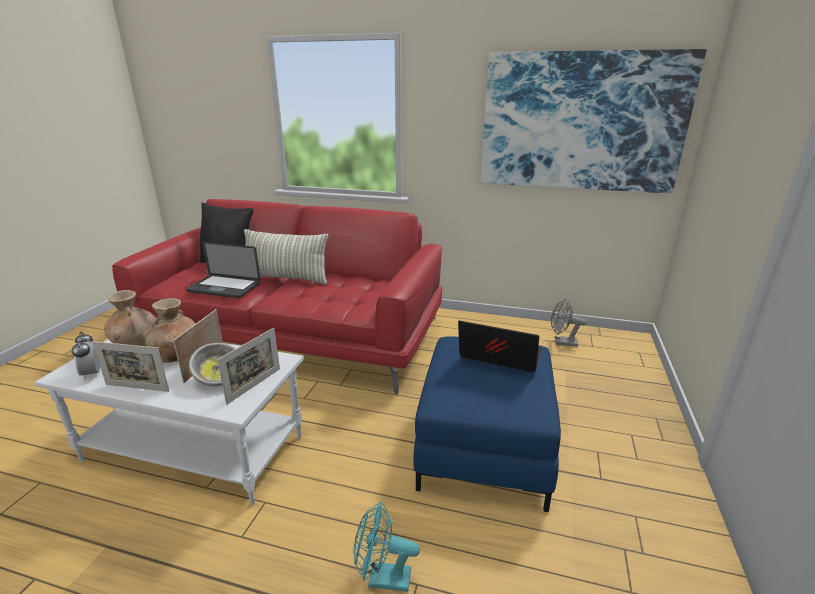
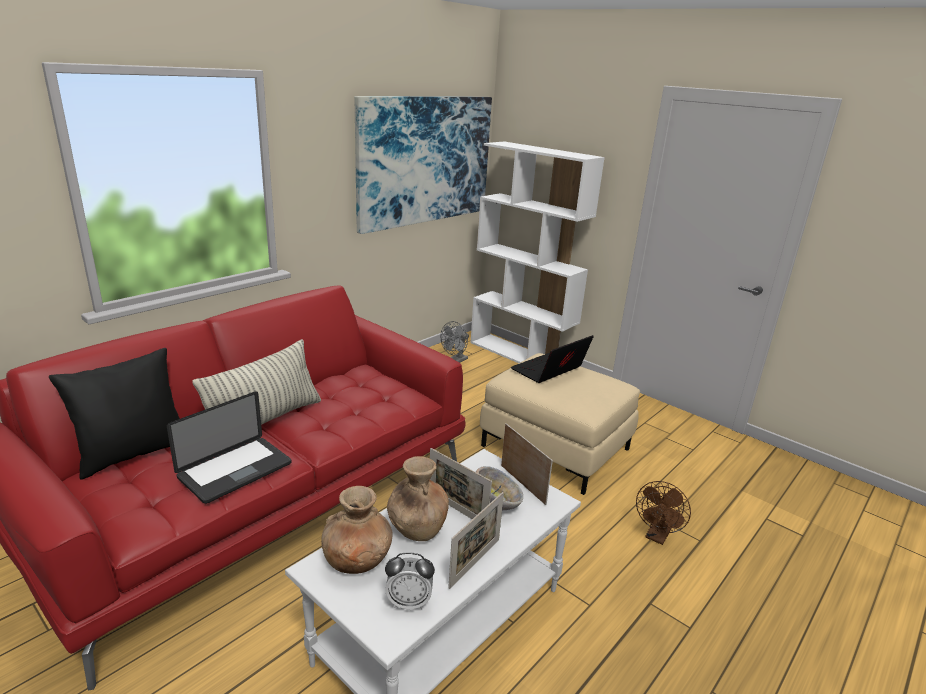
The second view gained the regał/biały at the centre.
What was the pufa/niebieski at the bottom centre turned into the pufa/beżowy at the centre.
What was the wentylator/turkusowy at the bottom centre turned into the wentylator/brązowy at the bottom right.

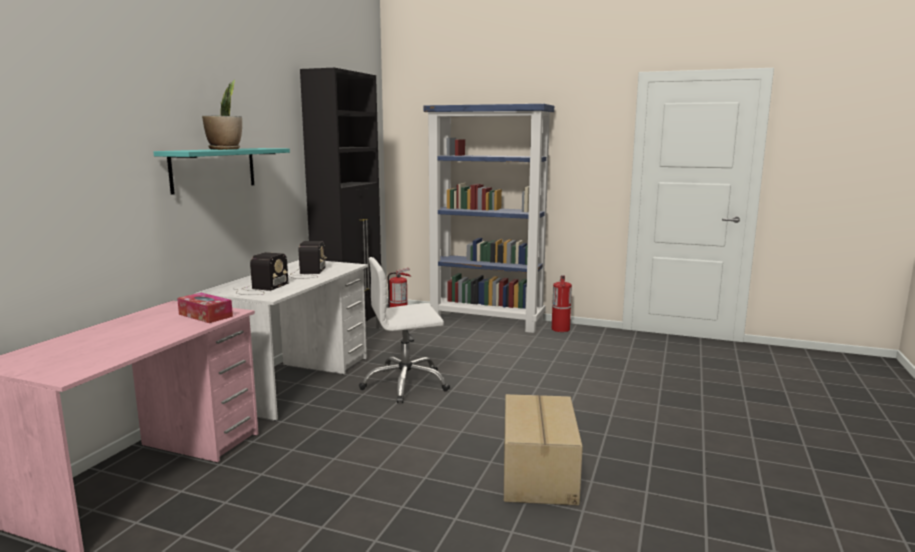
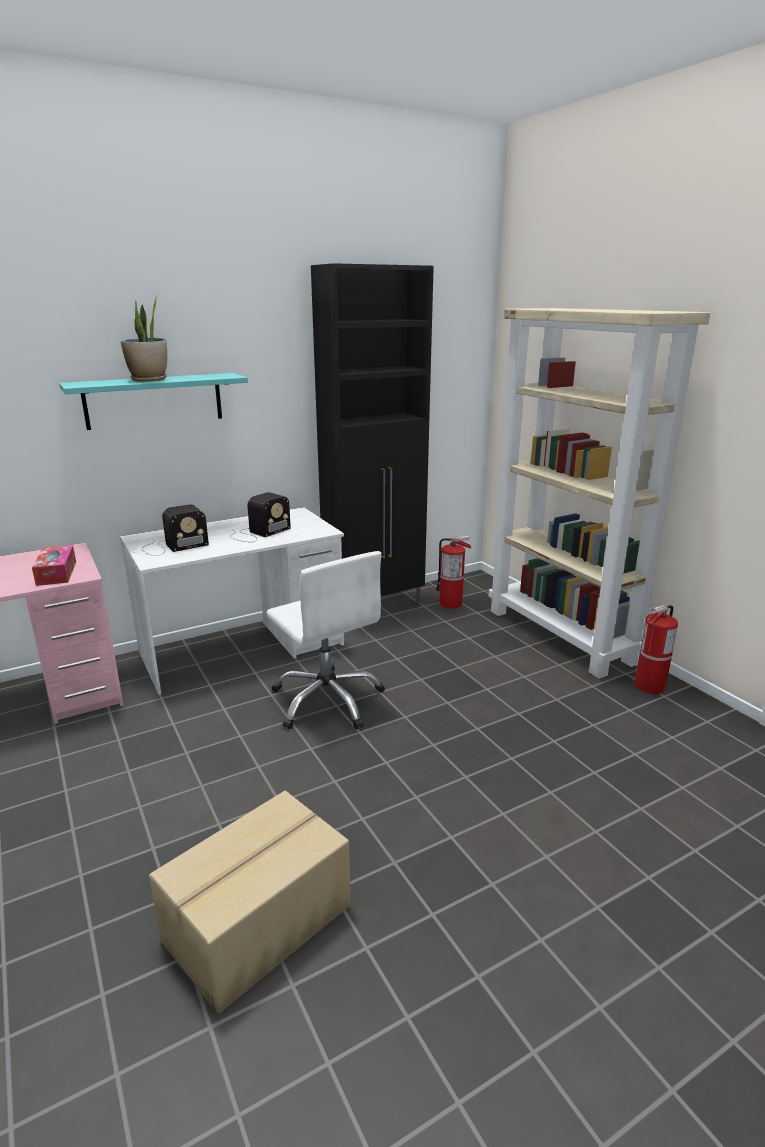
The krzesło biurowe/biały at the centre ended up facing another way, 150 degrees counterclockwise from before.
What was the regał/niebieski at the centre turned into the regał/beżowy at the middle right.

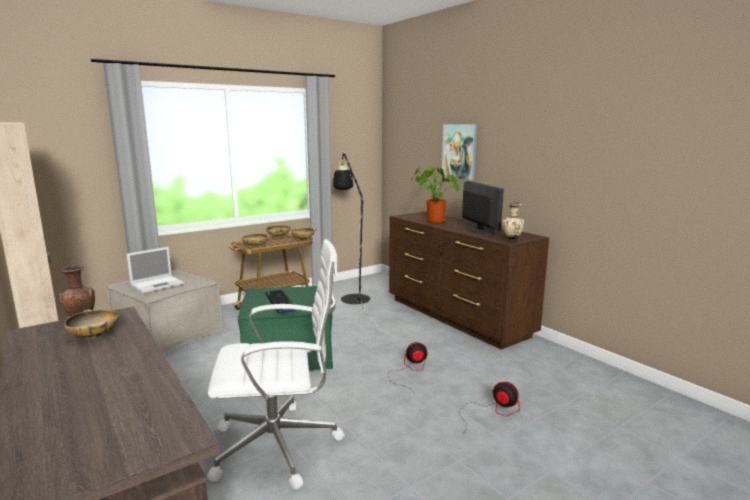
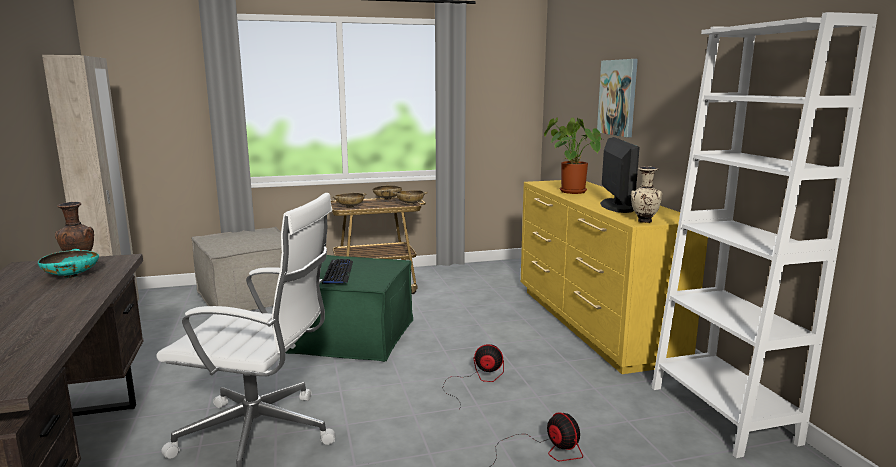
What was the miska/beżowy (no. 1 from left) at the middle left turned into the miska/turkusowy at the middle left.
What was the komoda/brązowy at the centre turned into the komoda/żółty at the middle right.
The second view gained the regał/biały at the middle right.
The second view lost the laptop at the middle left.
The second view lost the lampa stojąca/czarny at the centre.

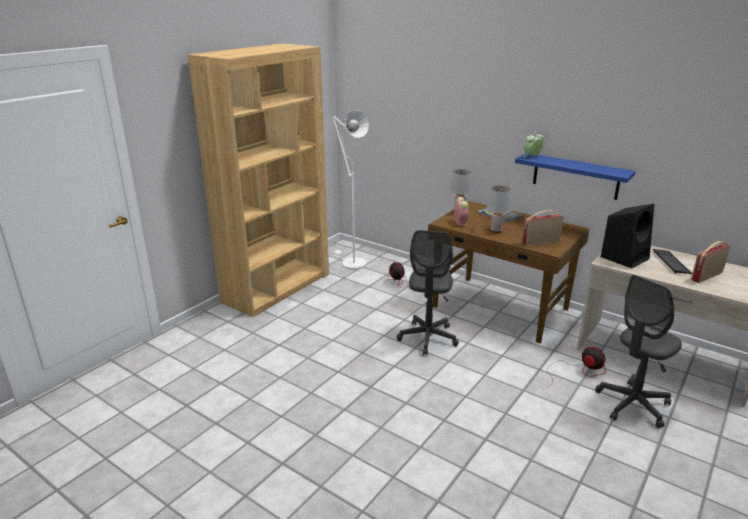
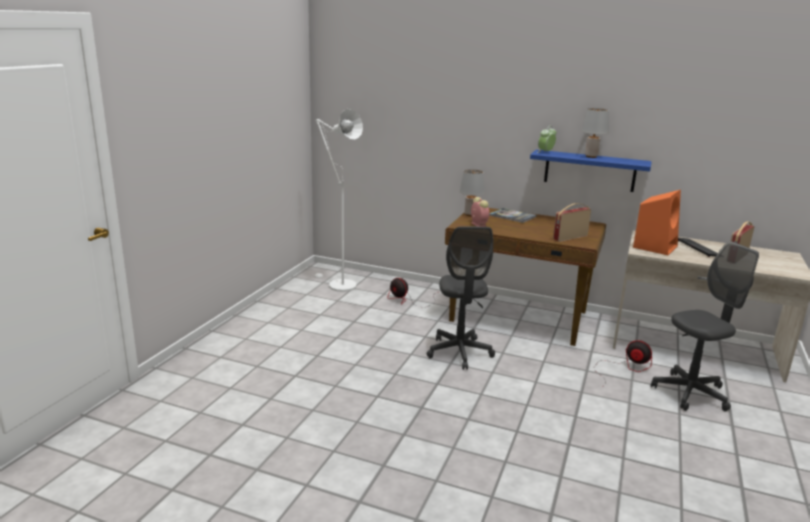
The lampa stołowa/szary (no. 2 from left) ended up elsewhere, having gone from the middle right to the top right.
What was the głośnik/czarny at the middle right turned into the głośnik/pomarańczowy at the middle right.
The krzesło biurowe/szary (no. 2 from left) at the bottom right ended up facing another way, 150 degrees counterclockwise from before.
The second view lost the regał/brązowy at the centre.

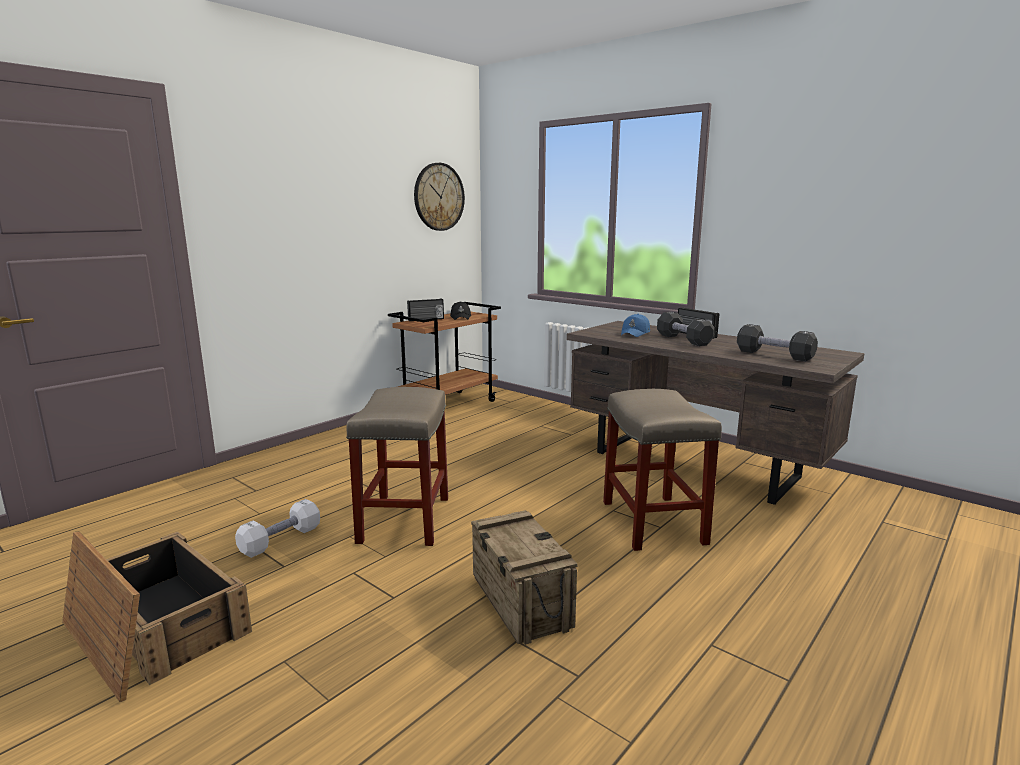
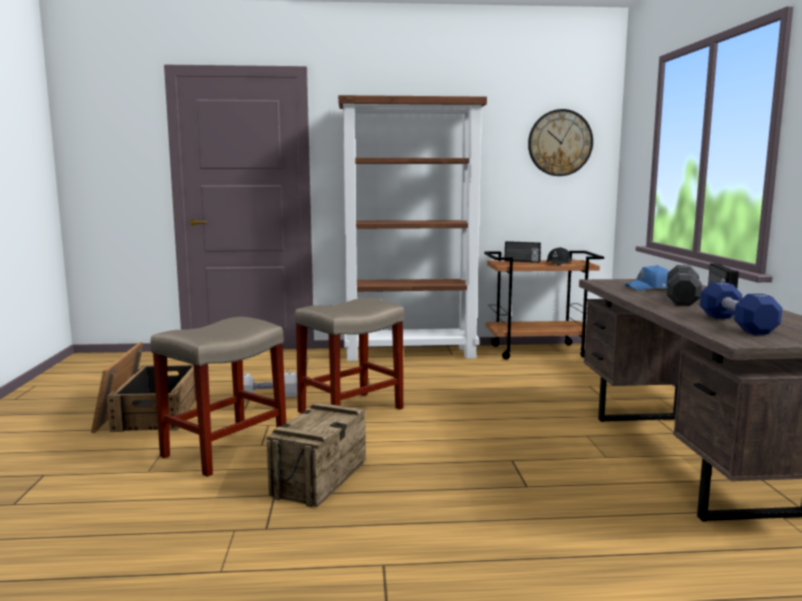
The stołek/beżowy (no. 2 from left in the first image) ended up elsewhere, having gone from the centre to the middle left.
The second view gained the regał/brązowy at the centre.
What was the hantel/czarny (no. 2 from left) at the middle right turned into the hantel/niebieski at the middle right.

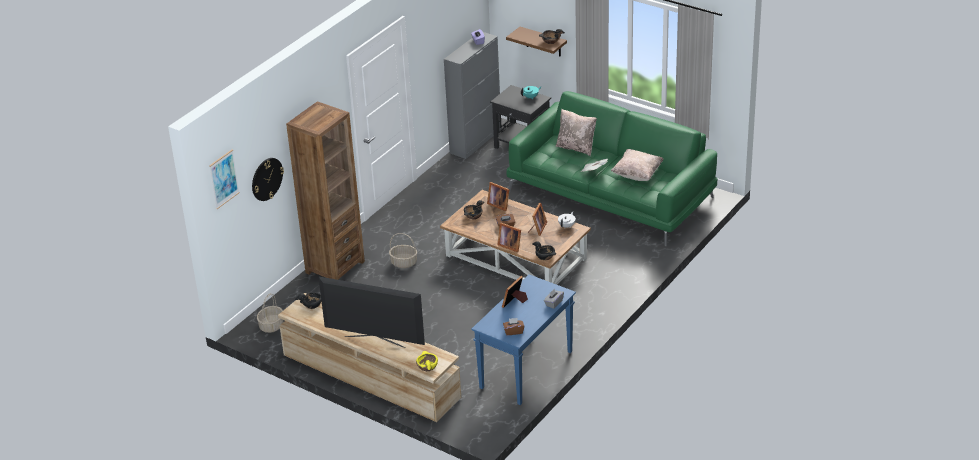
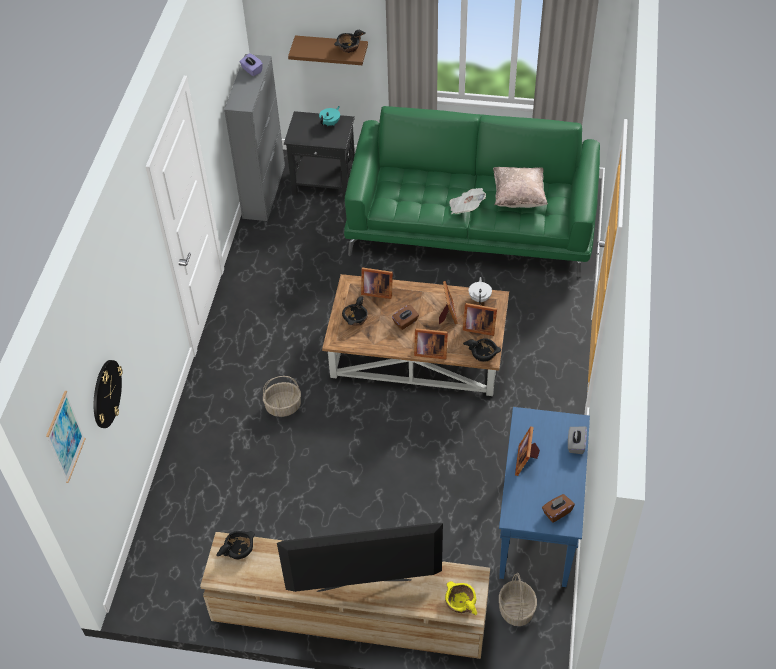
The second view gained the ramka na zdjęcie (no. 4 from left) at the centre.
The koszyk (no. 1 from left in the first image) ended up elsewhere, having gone from the bottom left to the bottom right.
The second view lost the regał/brązowy at the middle left.
The second view lost the poduszka/beżowy (no. 1 from left) at the top centre.

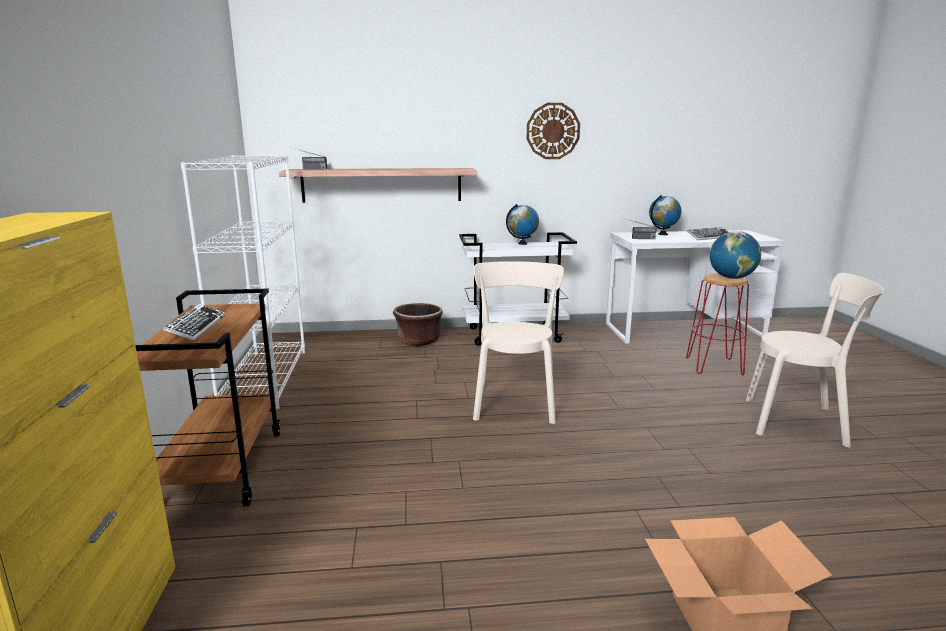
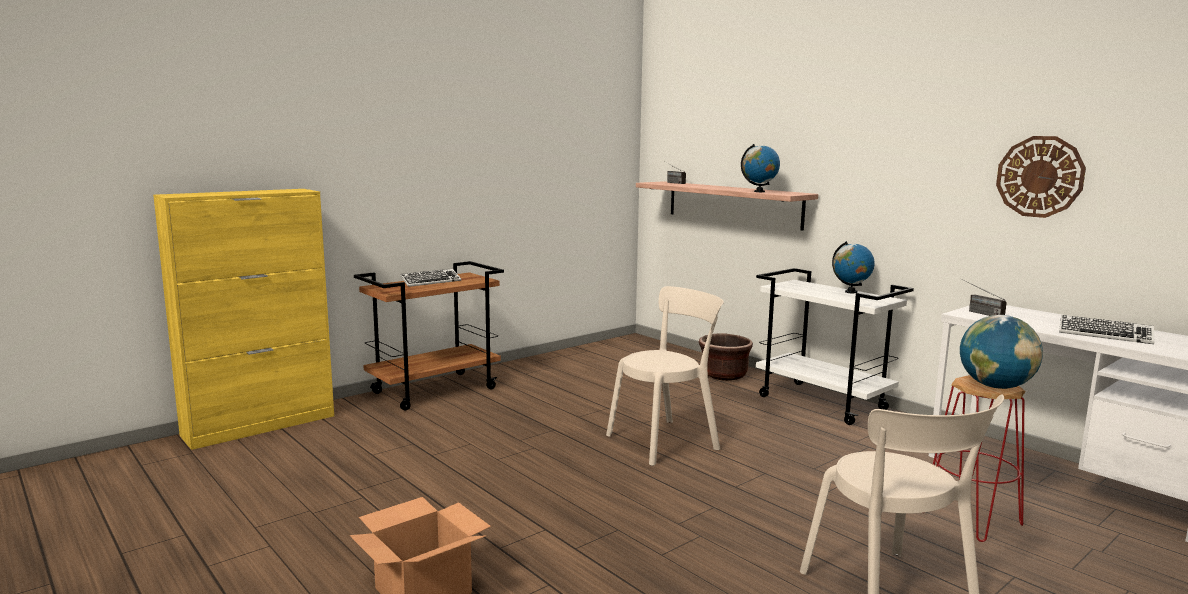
The globus (no. 2 from left in the first image) ended up elsewhere, having gone from the middle right to the top centre.
The zegar ścienny ended up elsewhere, having gone from the top centre to the top right.
The second view lost the regał/biały at the middle left.

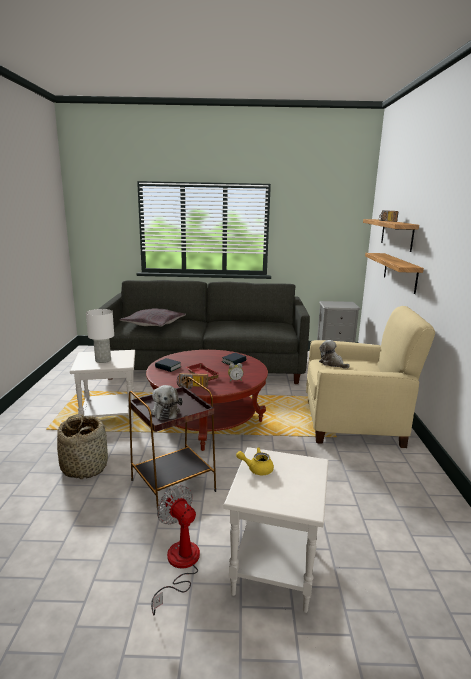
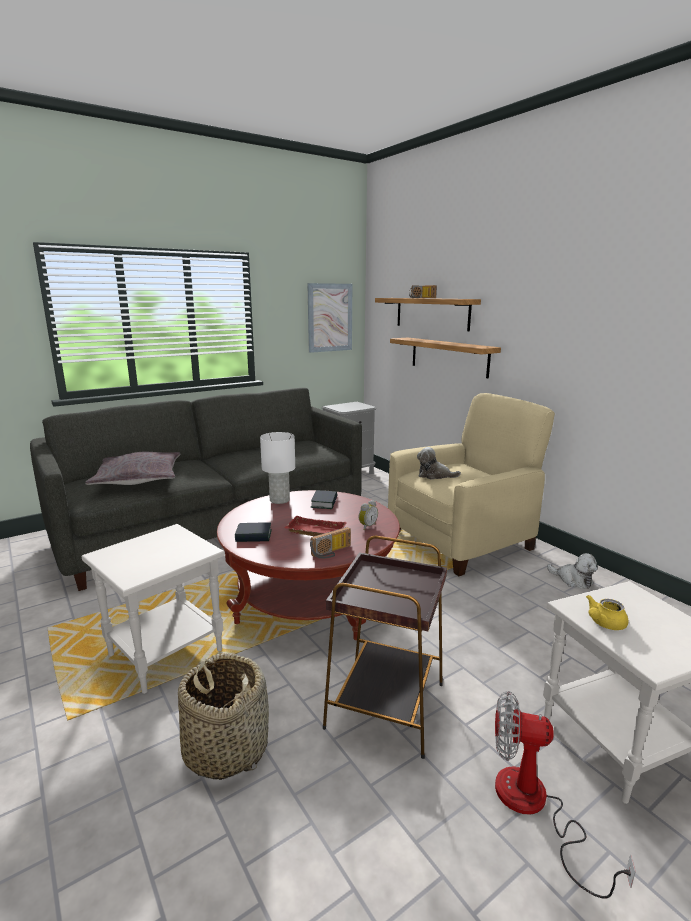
The lampa stołowa/biały ended up elsewhere, having gone from the middle left to the centre.
The second view gained the obraz at the centre.
The pluszak (no. 1 from left in the first image) ended up elsewhere, having gone from the centre to the middle right.

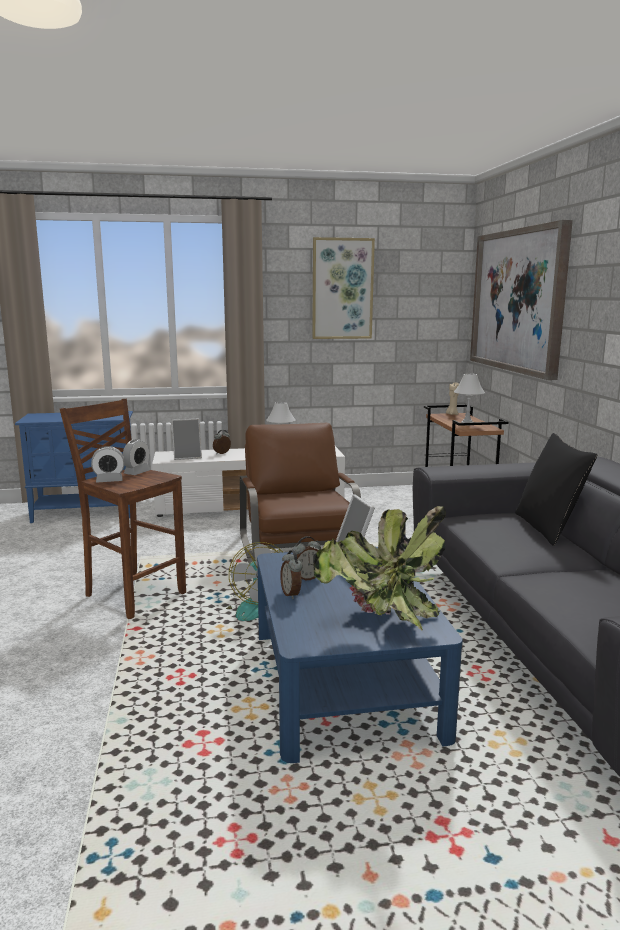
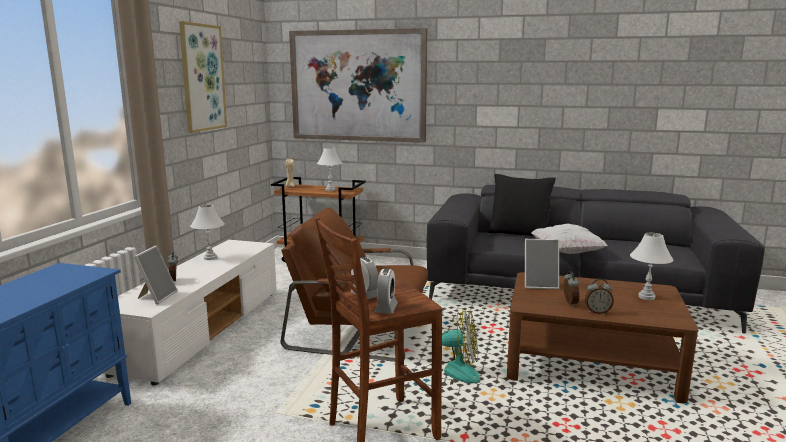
What was the ława/niebieski at the bottom centre turned into the ława/brązowy at the bottom right.
The second view gained the poduszka/biały at the middle right.
Where the roślina doniczkowa stood at the centre, the lampa stołowa/biały (no. 3 from left) came to stand at the middle right.

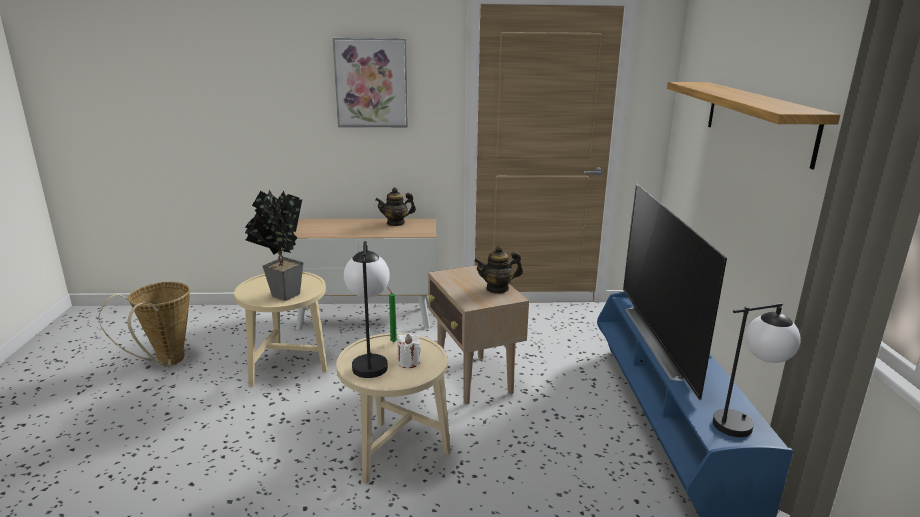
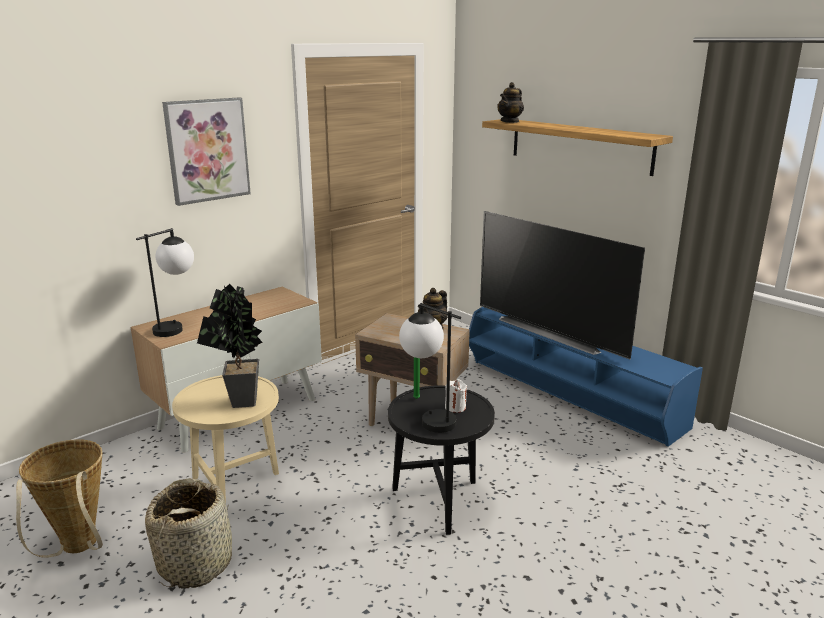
The lampa stołowa (no. 2 from left in the first image) ended up elsewhere, having gone from the bottom right to the middle left.
The second view gained the koszyk (no. 2 from left) at the bottom left.
What was the stolik/beżowy (no. 2 from left) at the bottom centre turned into the stolik/czarny at the bottom centre.
The imbryk (no. 1 from left in the first image) ended up elsewhere, having gone from the centre to the top centre.

